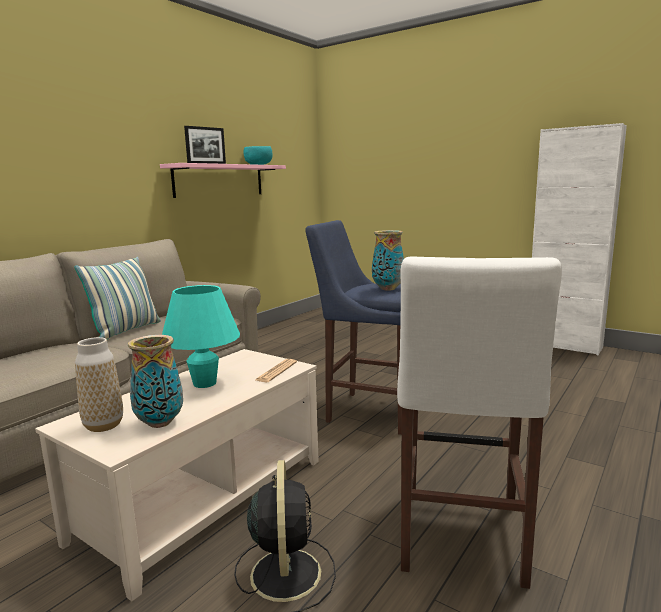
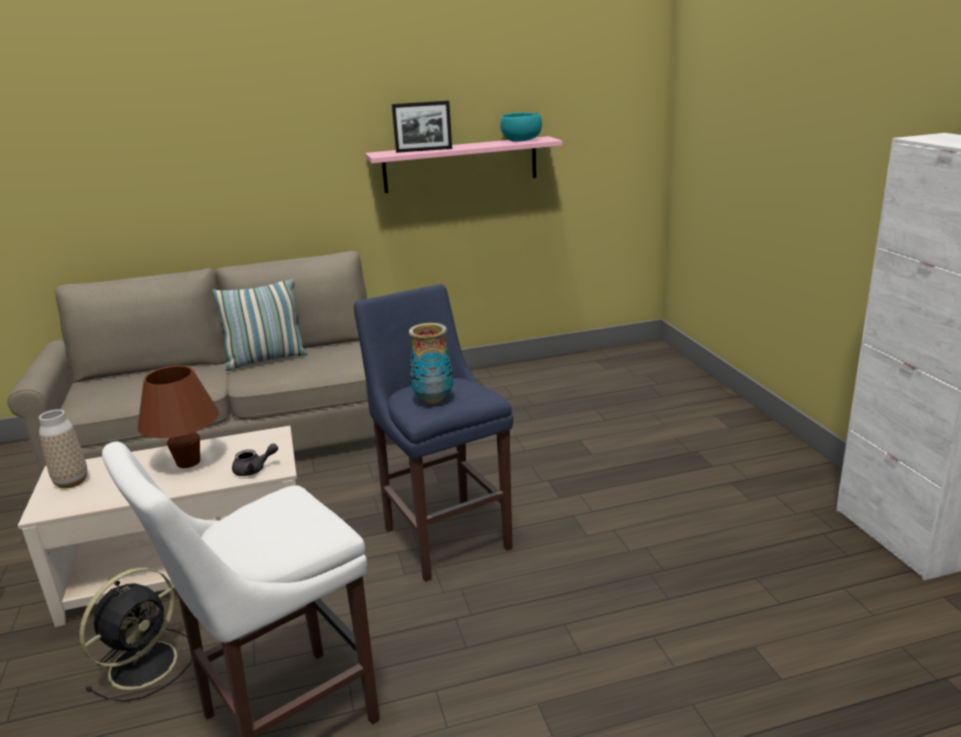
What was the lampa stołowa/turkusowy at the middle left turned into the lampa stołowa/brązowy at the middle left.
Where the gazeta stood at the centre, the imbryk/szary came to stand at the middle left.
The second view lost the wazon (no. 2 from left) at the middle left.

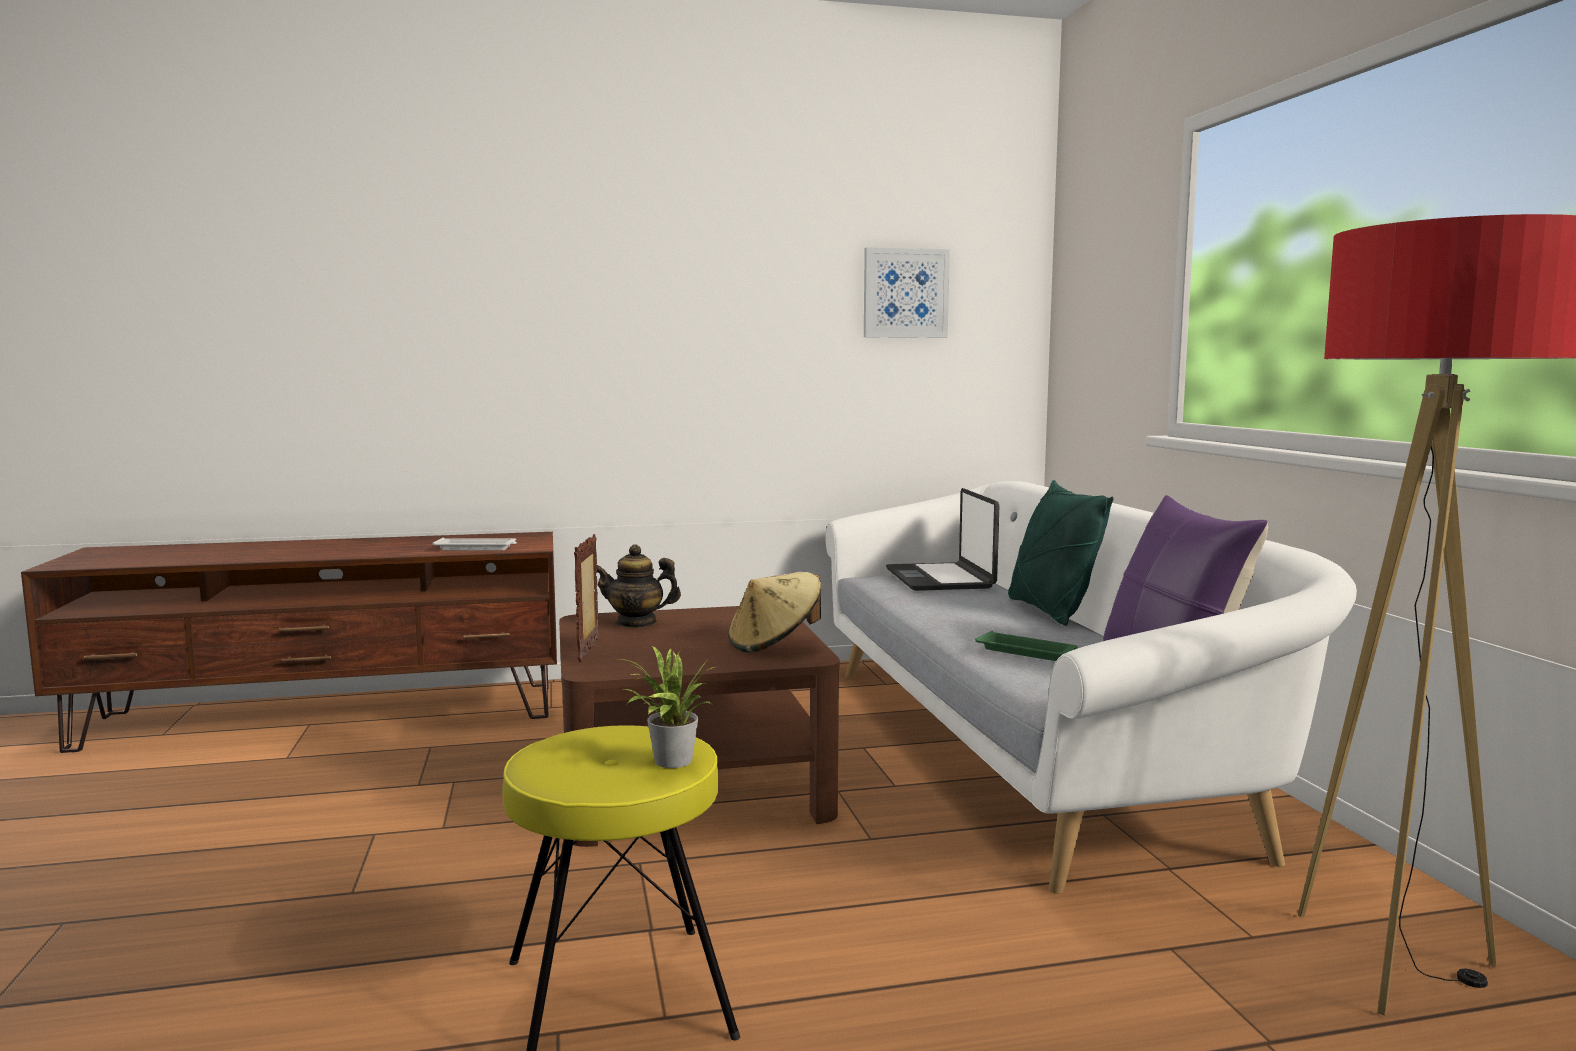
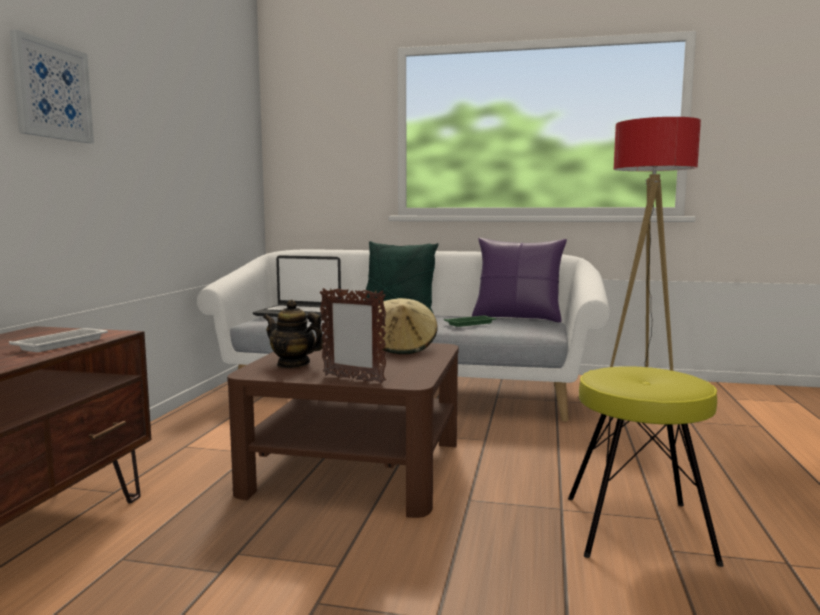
The obraz ended up elsewhere, having gone from the top centre to the top left.
The imbryk at the centre ended up facing another way, 90 degrees clockwise from before.
The second view lost the roślina doniczkowa at the bottom centre.

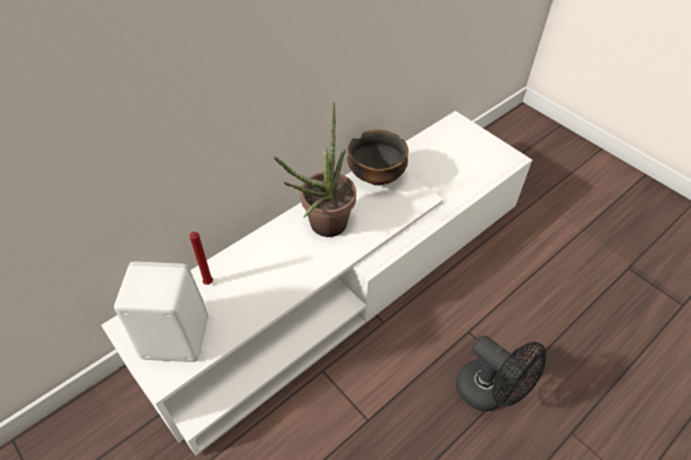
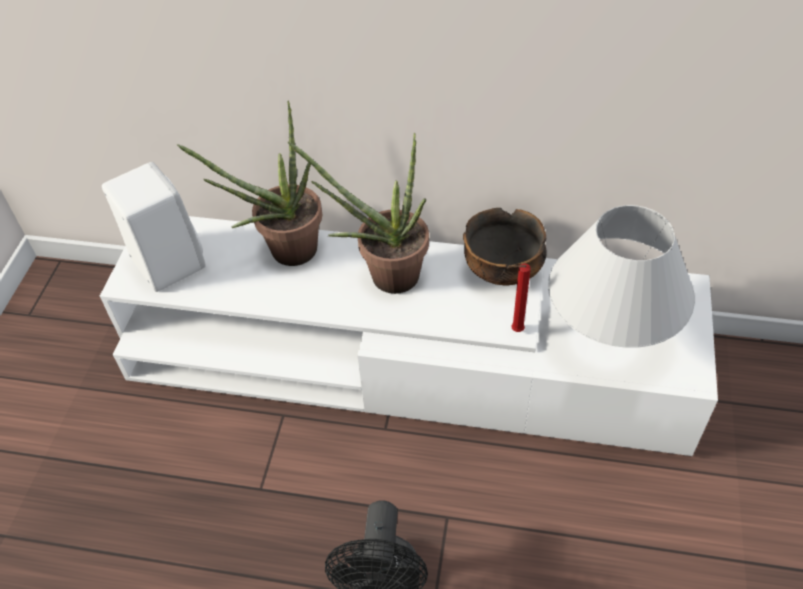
The second view gained the roślina doniczkowa (no. 1 from left) at the top left.
The świeca/czerwony ended up elsewhere, having gone from the middle left to the centre.
The second view gained the lampa stołowa/biały at the middle right.

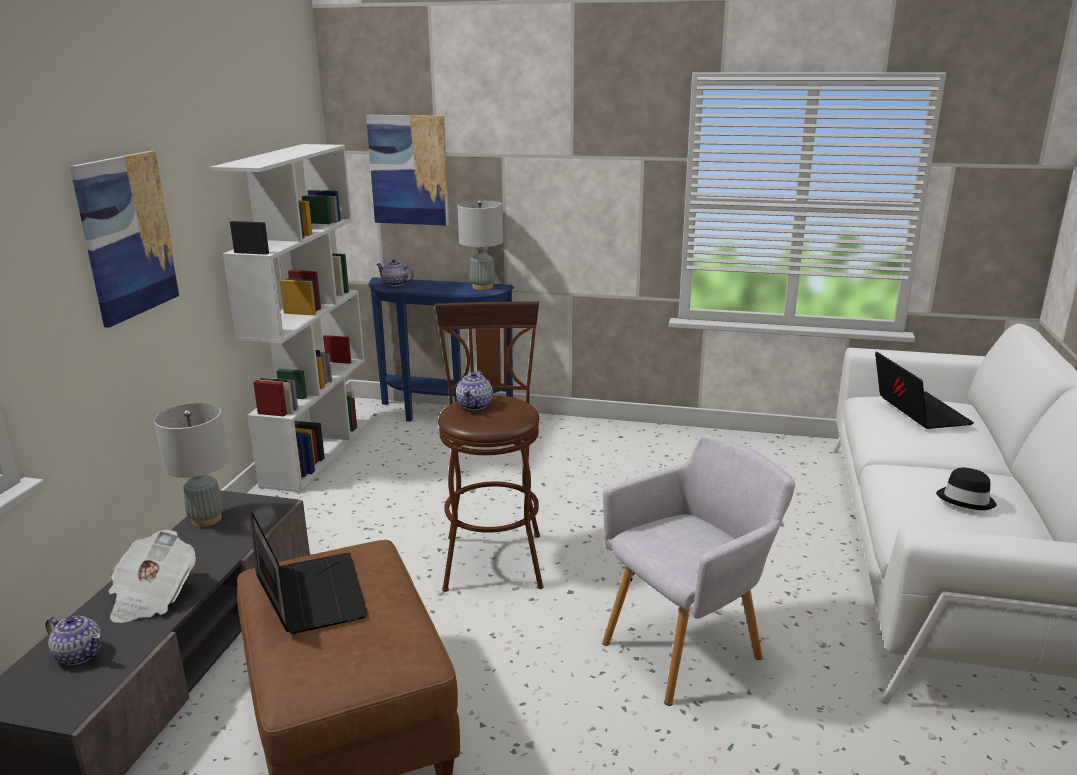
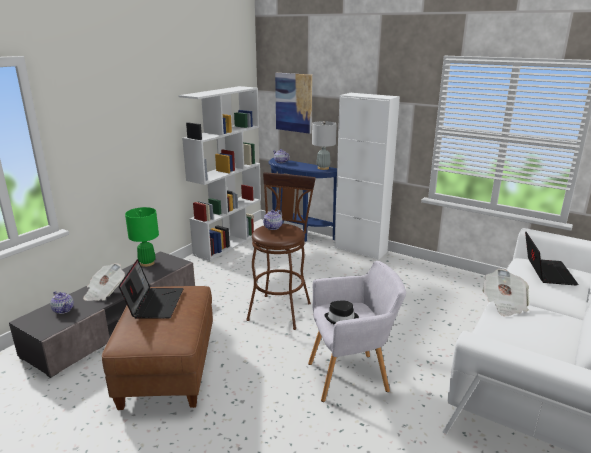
What was the lampa stołowa/szary (no. 1 from left) at the middle left turned into the lampa stołowa/zielony at the middle left.
The kapelusz/czarny ended up elsewhere, having gone from the middle right to the bottom centre.
The second view gained the szafka/biały at the centre.
The second view gained the gazeta (no. 2 from left) at the middle right.
The second view lost the obraz (no. 1 from left) at the top left.

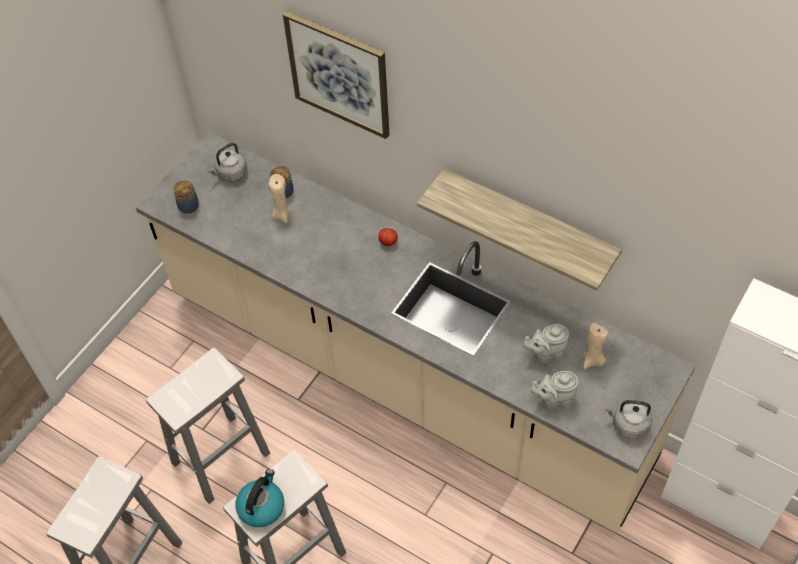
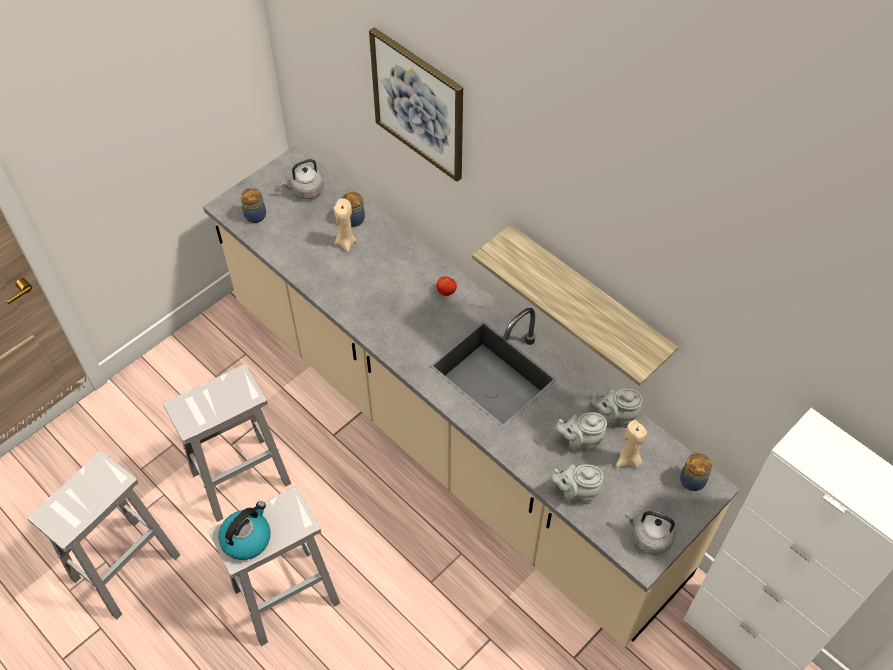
The second view gained the imbryk/szary (no. 3 from left) at the middle right.
The second view gained the słoik (no. 3 from left) at the bottom right.

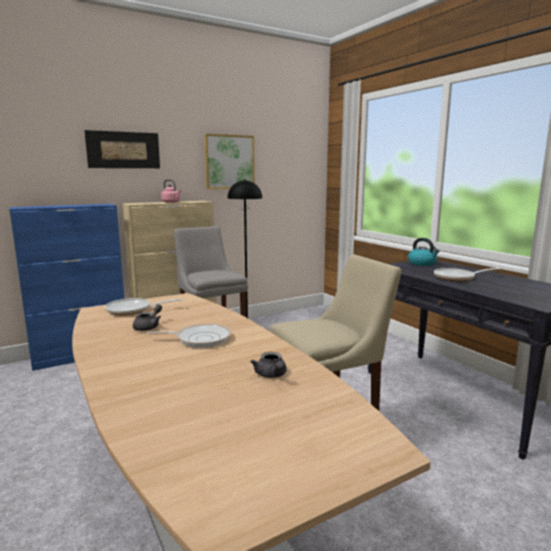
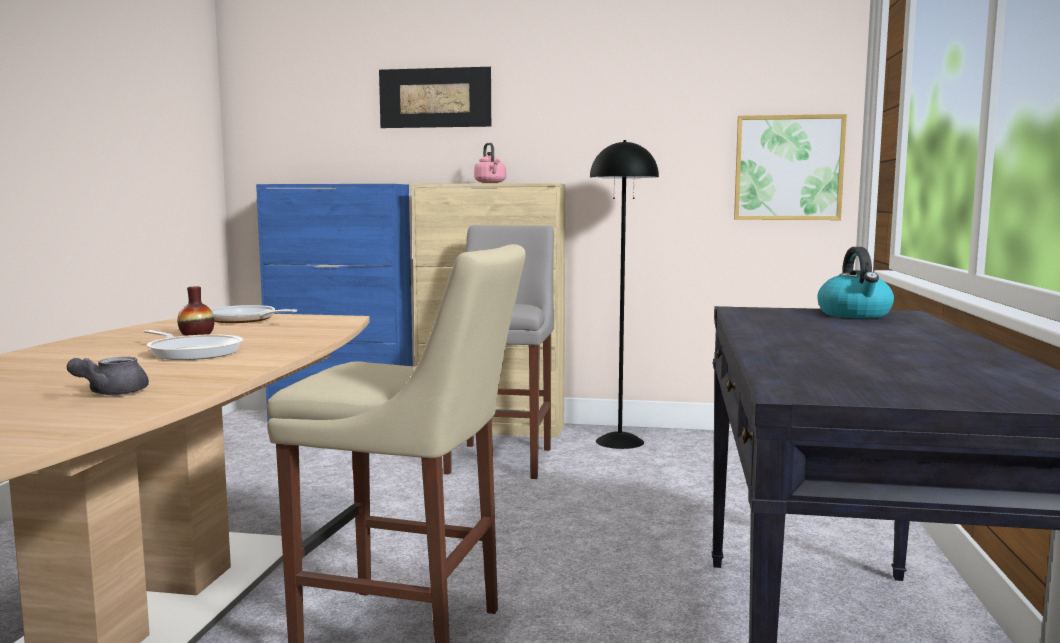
Where the imbryk/szary (no. 1 from left) stood at the middle left, the wazon came to stand at the middle left.
The obraz (no. 2 from left) ended up elsewhere, having gone from the top centre to the top right.
The second view lost the patelnia (no. 3 from left) at the middle right.

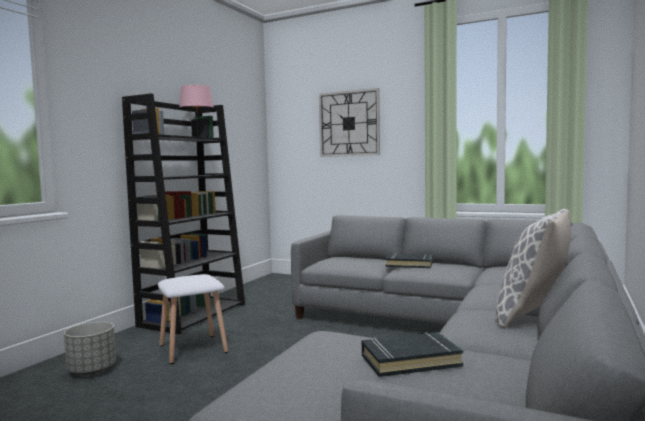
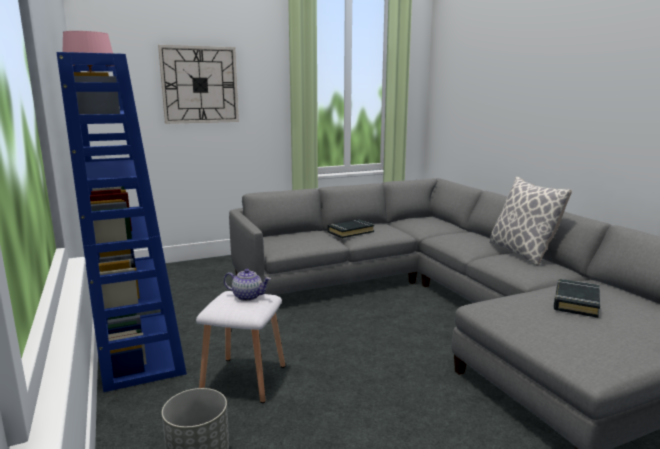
What was the regał/czarny at the middle left turned into the regał/niebieski at the middle left.
The second view gained the imbryk at the centre.

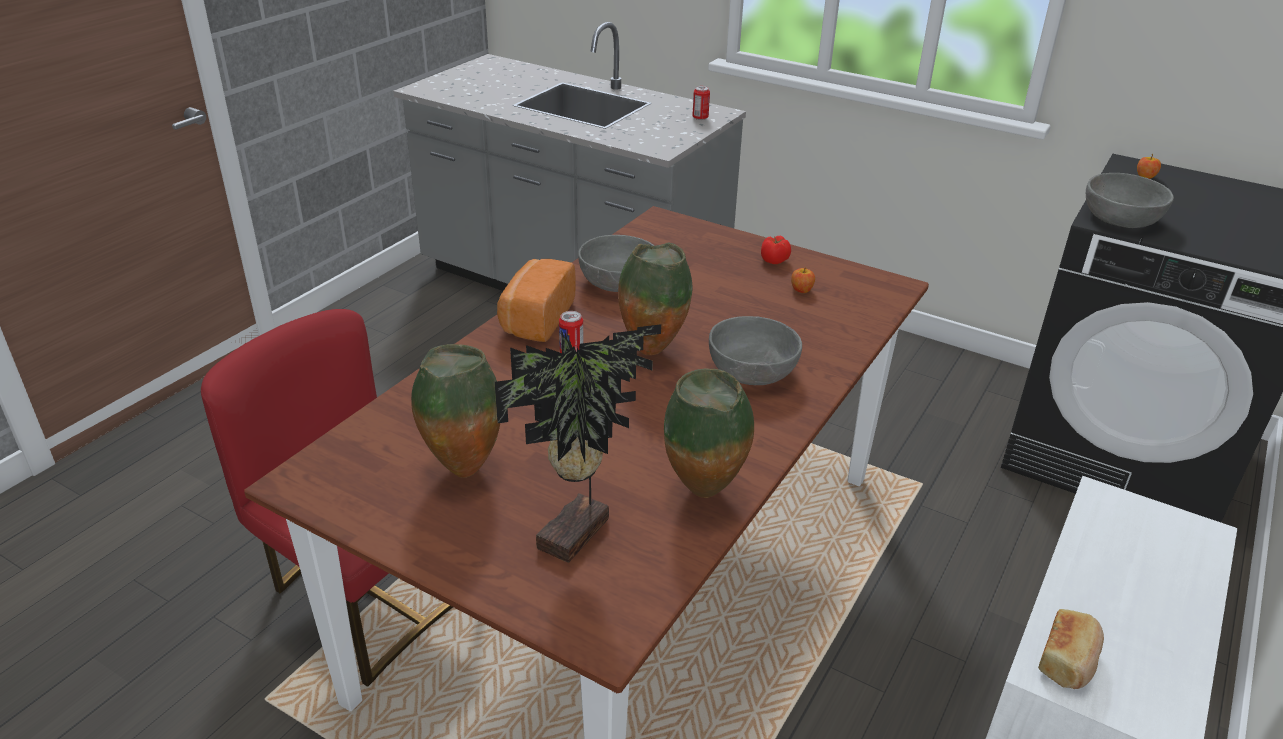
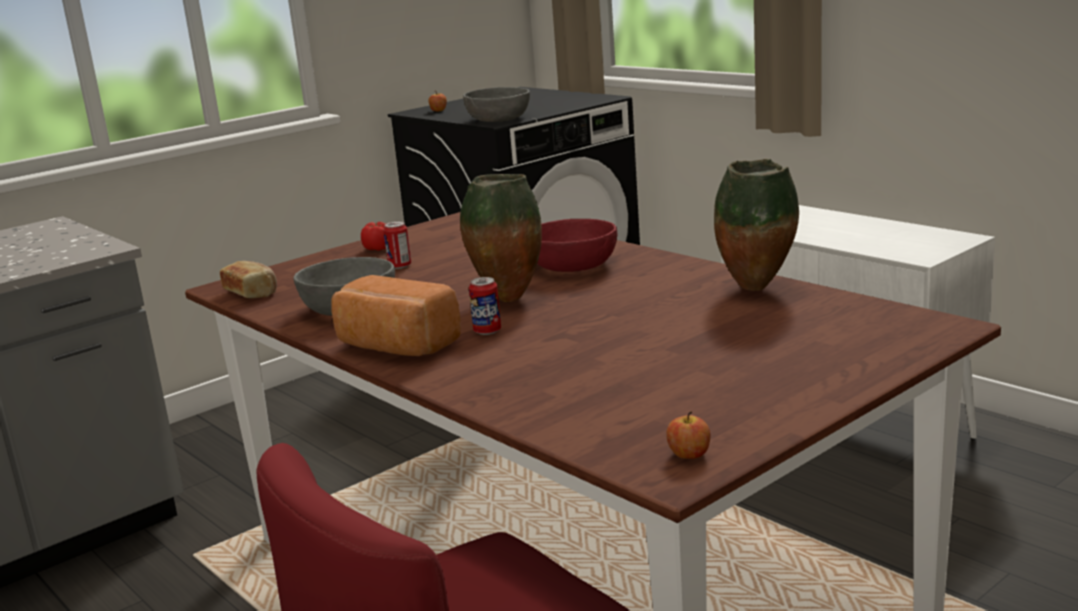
The chleb (no. 2 from left in the first image) ended up elsewhere, having gone from the bottom right to the middle left.
The puszka (no. 2 from left in the first image) ended up elsewhere, having gone from the top centre to the centre.
What was the miska/szary (no. 2 from left) at the centre turned into the miska/czerwony at the centre.
The jabłko (no. 1 from left in the first image) ended up elsewhere, having gone from the centre to the bottom centre.
The second view lost the wazon (no. 1 from left) at the centre.
The second view lost the roślina doniczkowa at the centre.

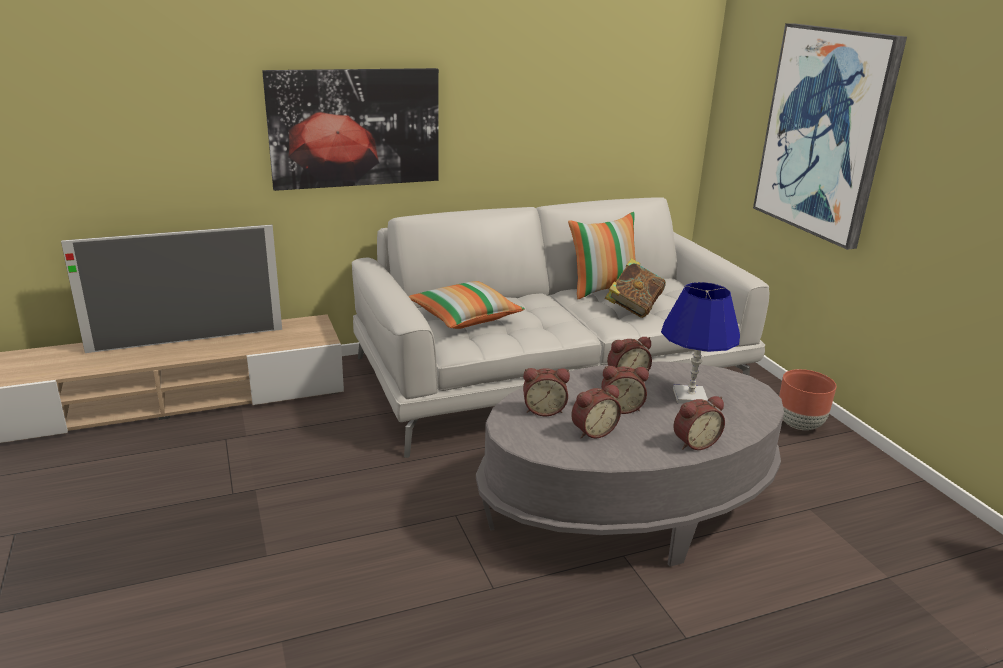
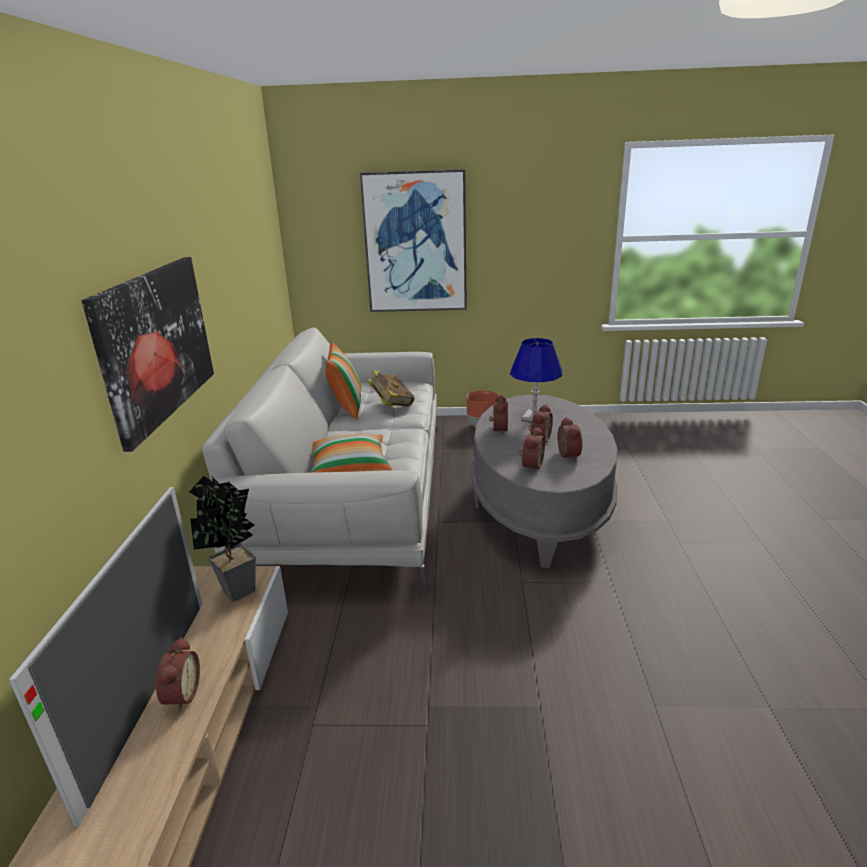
The budzik (no. 5 from left in the first image) ended up elsewhere, having gone from the middle right to the bottom left.
The second view gained the roślina doniczkowa at the middle left.

